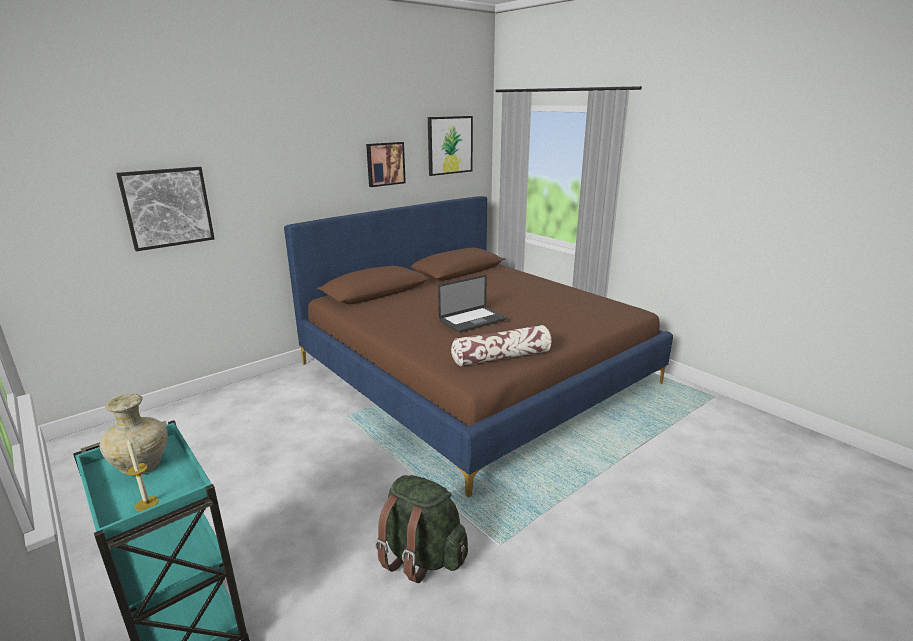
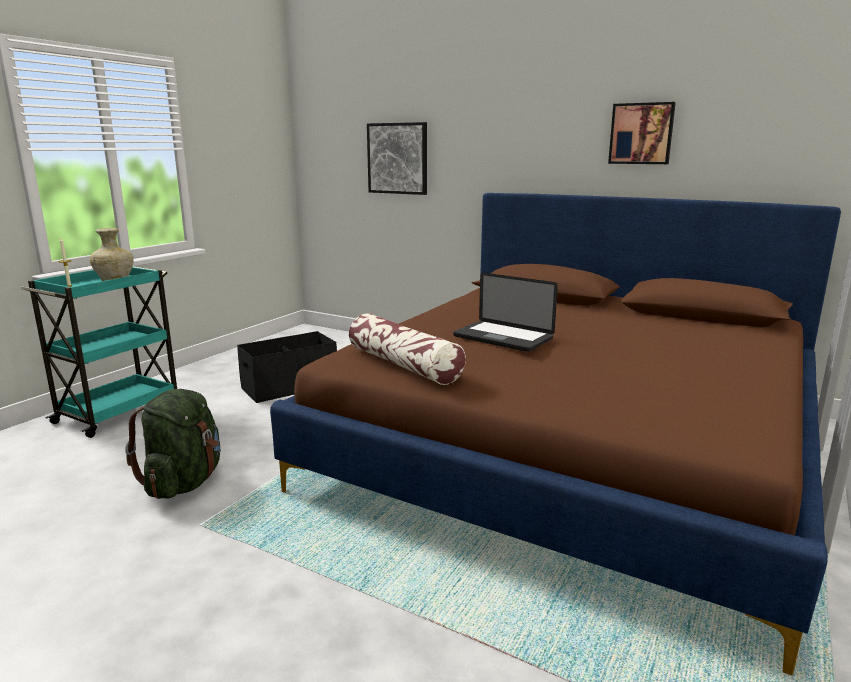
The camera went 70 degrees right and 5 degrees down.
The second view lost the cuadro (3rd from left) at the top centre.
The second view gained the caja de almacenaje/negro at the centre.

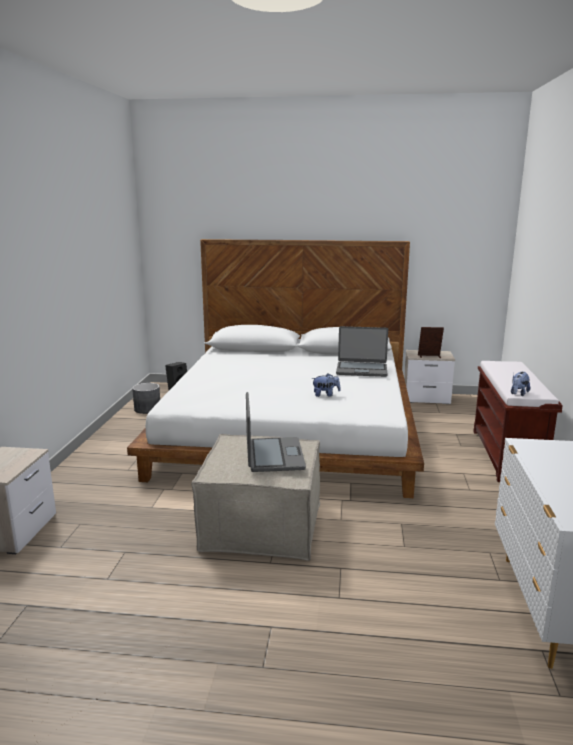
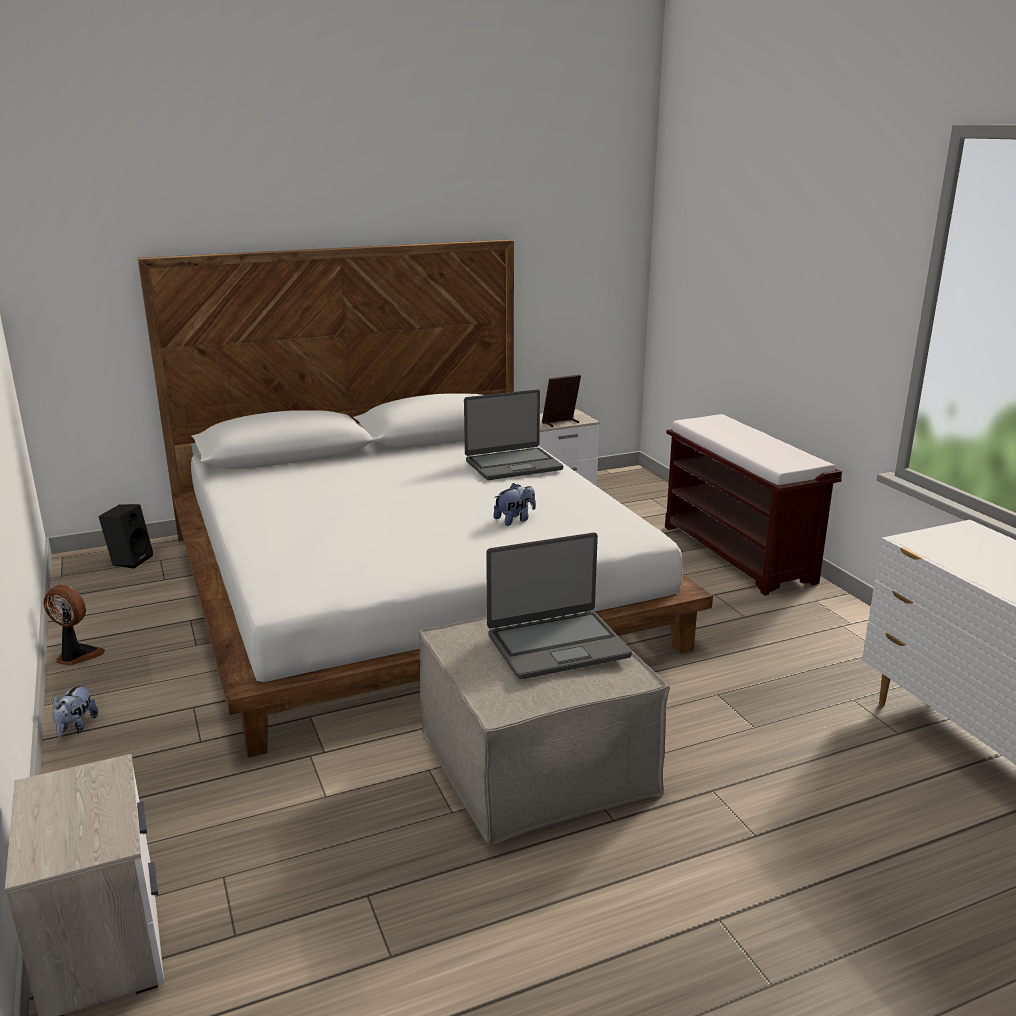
The camera went 30 degrees left and 5 degrees up.
The second view lost the maceta/gris at the middle left.
The portátil (1st from left in the first image) at the centre ended up facing another way, 105 degrees clockwise from before.
The peluche (2nd from left in the first image) ended up elsewhere, having gone from the middle right to the bottom left.
The second view gained the ventilador at the middle left.

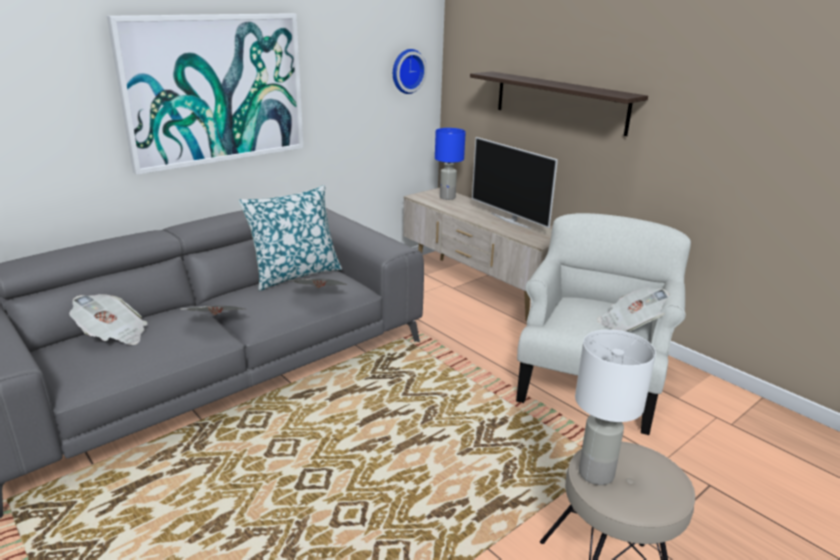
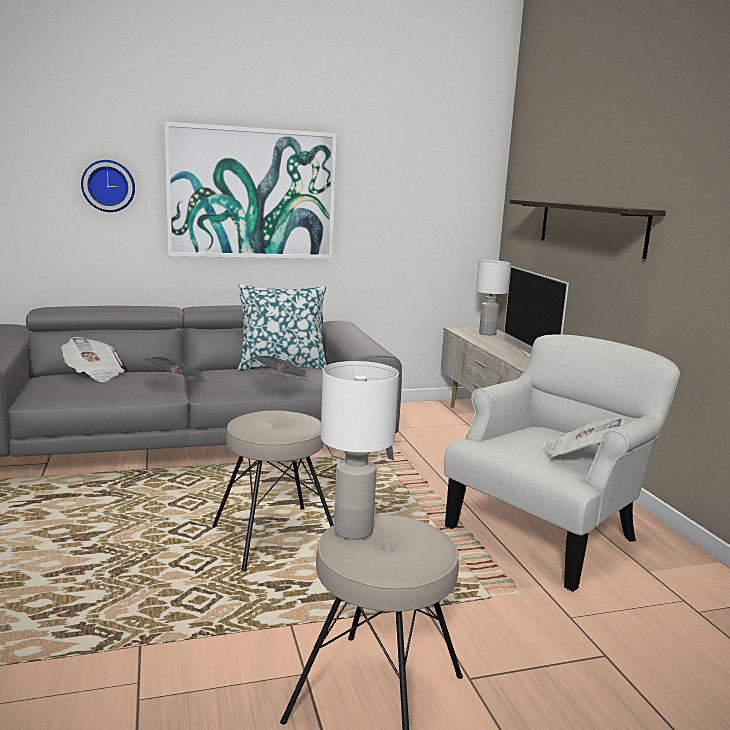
The camera went 25 degrees right and 10 degrees down.
The reloj de pared ended up elsewhere, having gone from the top centre to the top left.
What was the lámpara de mesa/azul at the top centre turned into the lámpara de mesa/blanco (2nd from left) at the middle right.
The second view gained the taburete/beis (1st from left) at the bottom centre.

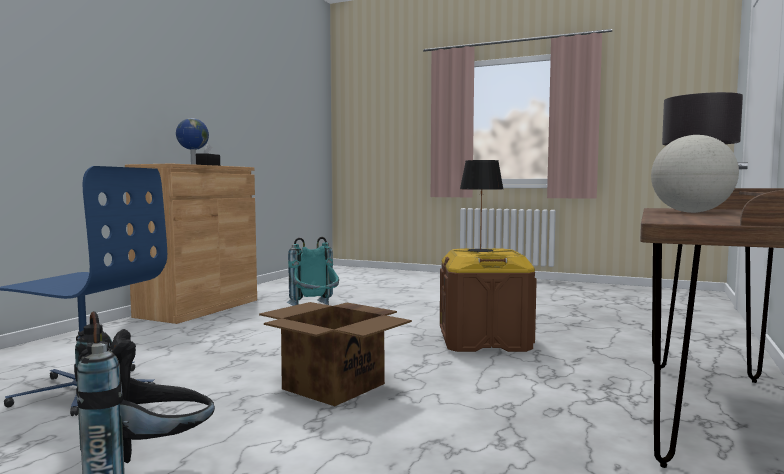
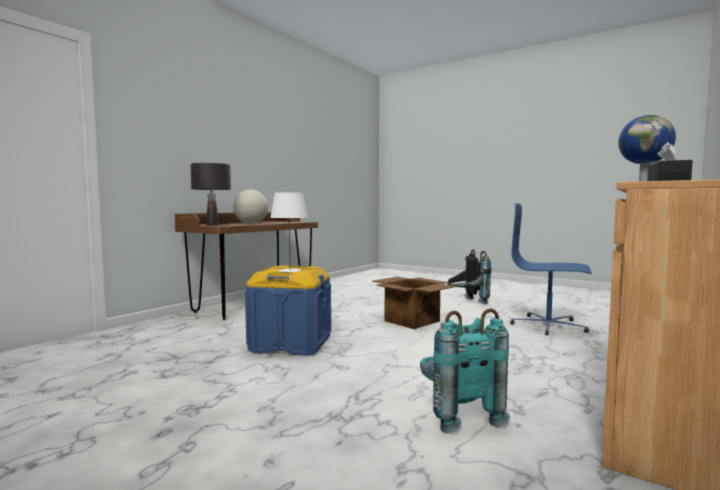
The camera went 170 degrees left and 0 degrees up.
What was the caja de almacenaje/marrón at the centre turned into the caja de almacenaje/azul at the centre.
What was the lámpara de mesa/negro (1st from left) at the centre turned into the lámpara de mesa/blanco at the centre.

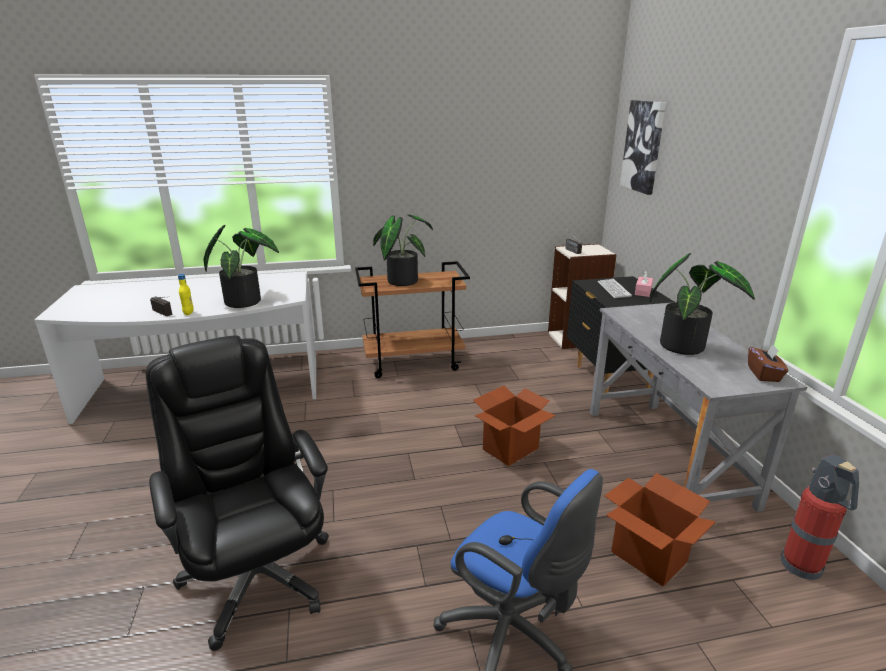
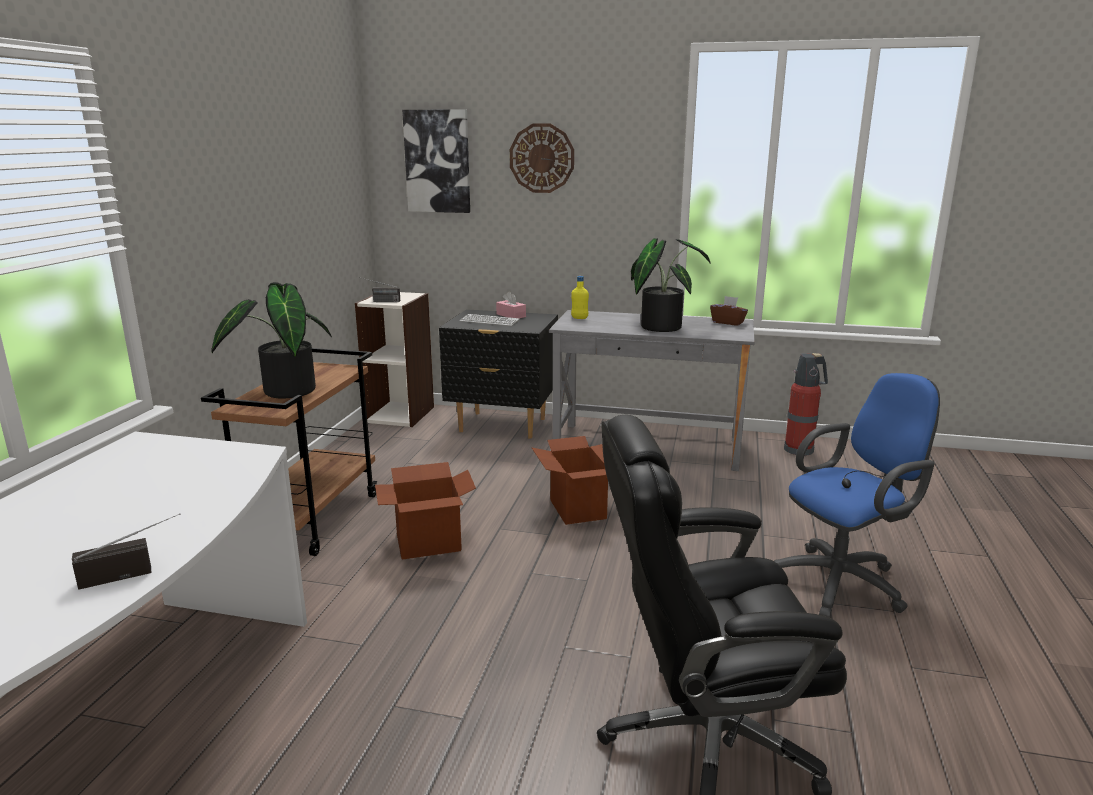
The camera went 65 degrees left and 5 degrees down.
The botella/amarillo ended up elsewhere, having gone from the middle left to the centre.
The second view lost the planta en maceta (1st from left) at the middle left.
The caja de cartón (2nd from left in the first image) ended up elsewhere, having gone from the bottom right to the centre.
The second view gained the reloj de pared at the top centre.

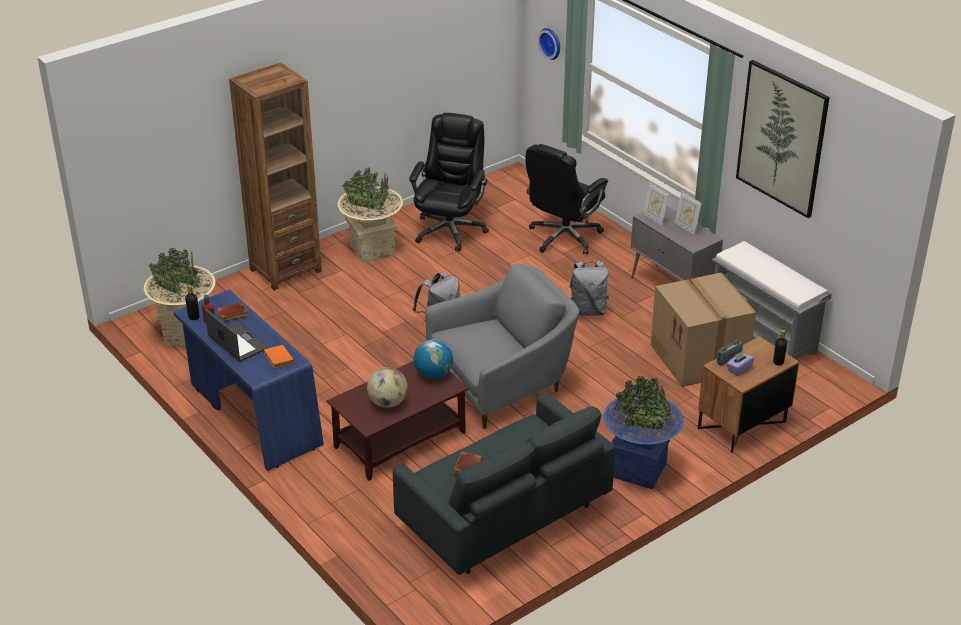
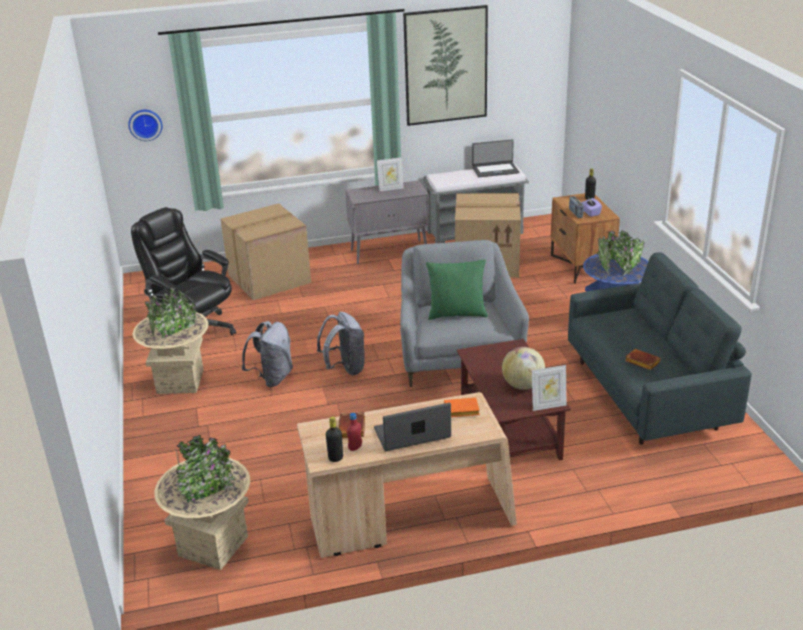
The camera went 65 degrees left and 5 degrees down.
What was the escritorio/azul at the middle left turned into the escritorio/beis at the bottom centre.
The second view lost the estantería/marrón at the top left.
The second view lost the globo terráqueo (2nd from left) at the centre.
Where the silla de oficina/negro (2nd from left) stood at the top centre, the caja de cartón (1st from left) came to stand at the middle left.
The mochila/gris (2nd from left in the first image) ended up elsewhere, having gone from the centre to the middle left.
The portarretratos (1st from left in the first image) ended up elsewhere, having gone from the top right to the middle right.
The second view gained the cojín/verde at the centre.
The second view gained the portátil (2nd from left) at the top centre.

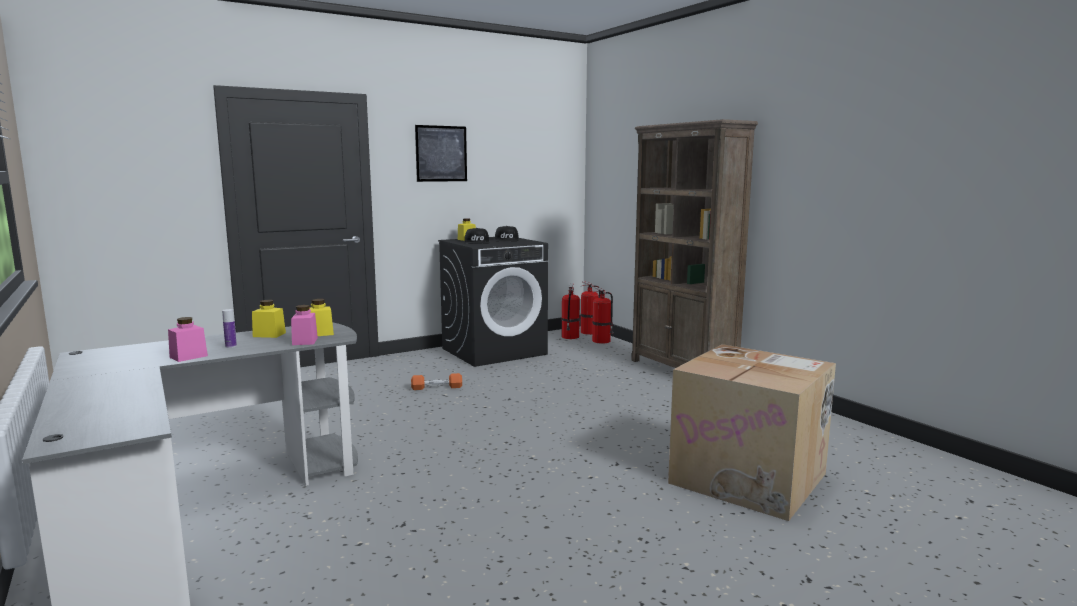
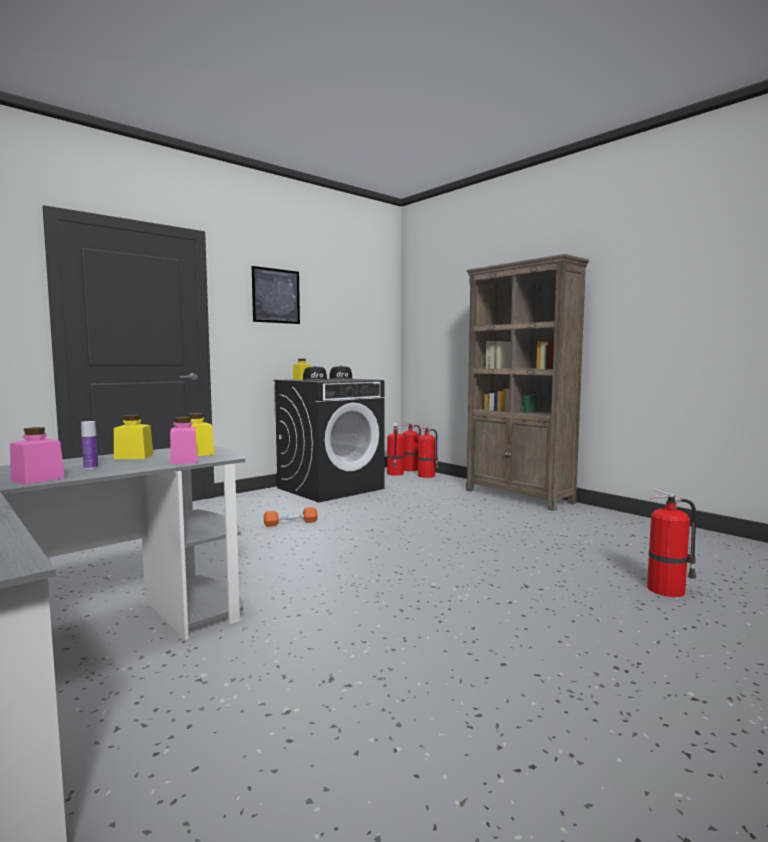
The camera went 10 degrees left and 5 degrees down.
Where the caja de cartón stood at the bottom right, the extintor (4th from left) came to stand at the middle right.

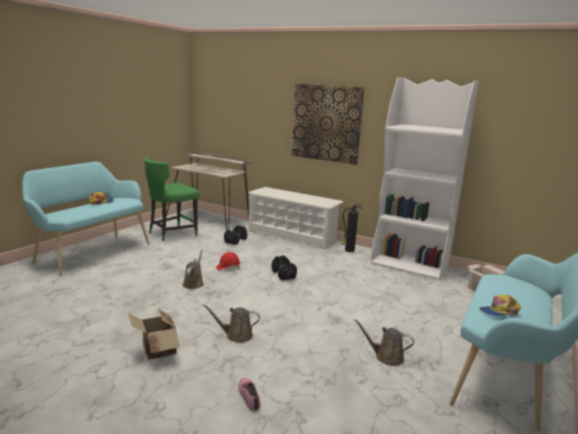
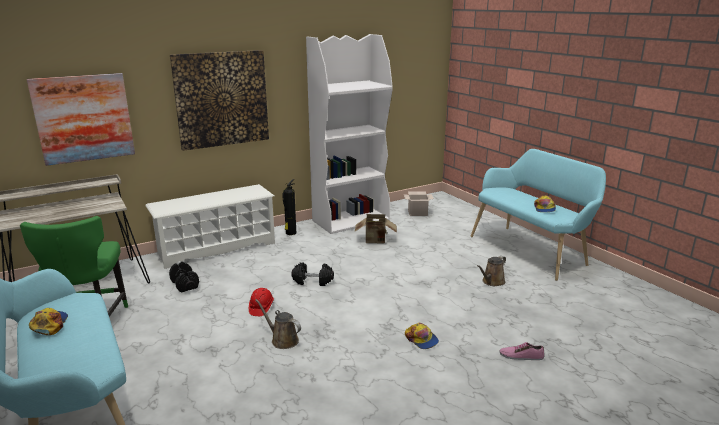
The camera went 60 degrees left and 5 degrees up.
The caja de cartón (1st from left) ended up elsewhere, having gone from the bottom left to the centre.
Where the regadera/marrón (2nd from left) stood at the bottom centre, the gorra (2nd from left) came to stand at the bottom centre.
The second view gained the cuadro (1st from left) at the top left.

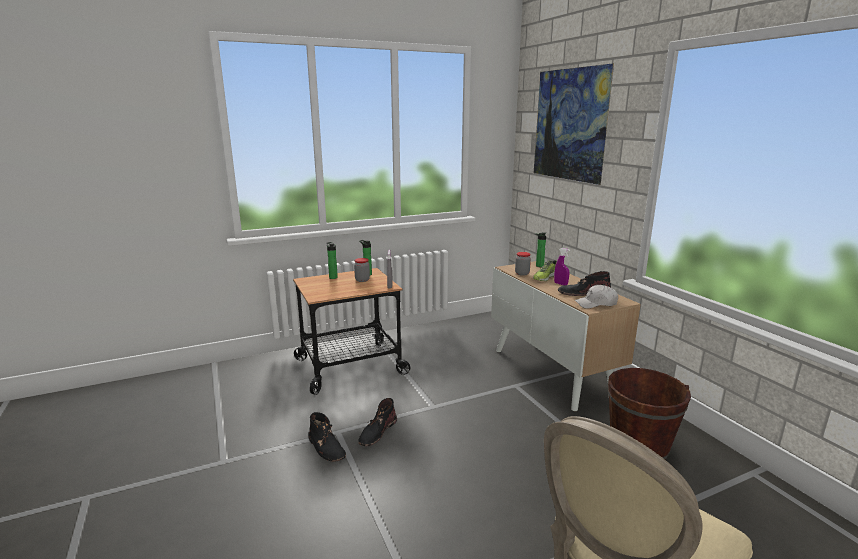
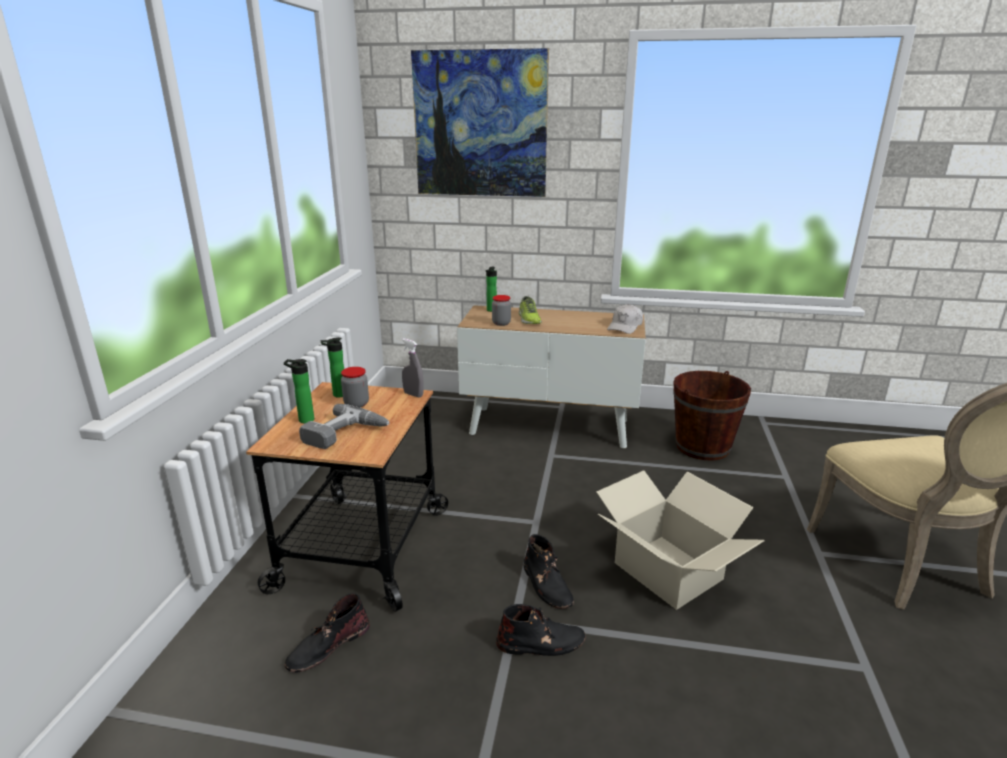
The camera went 55 degrees left and 5 degrees up.
The second view lost the pulverizador/morado at the centre.
The bota/negro (3rd from left in the first image) ended up elsewhere, having gone from the middle right to the bottom left.
The second view gained the taladro at the centre.
The second view gained the caja de cartón at the bottom right.

